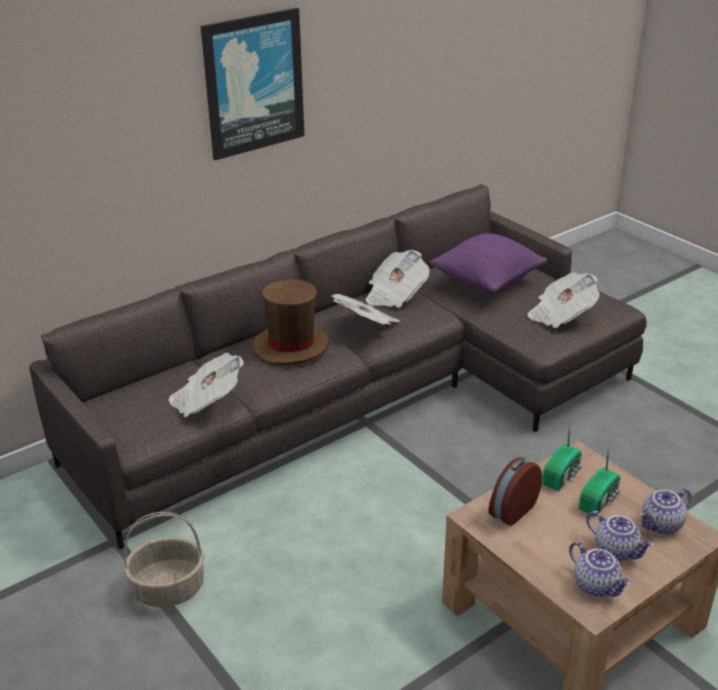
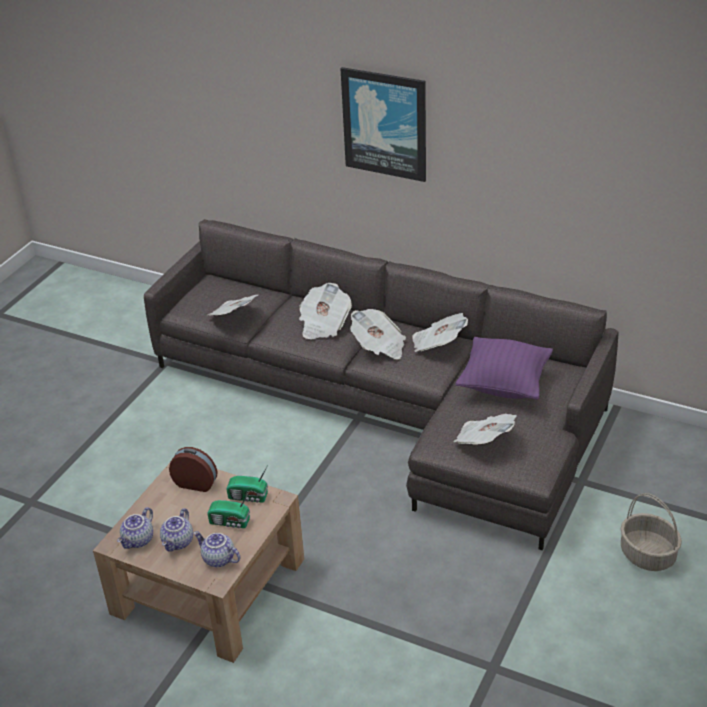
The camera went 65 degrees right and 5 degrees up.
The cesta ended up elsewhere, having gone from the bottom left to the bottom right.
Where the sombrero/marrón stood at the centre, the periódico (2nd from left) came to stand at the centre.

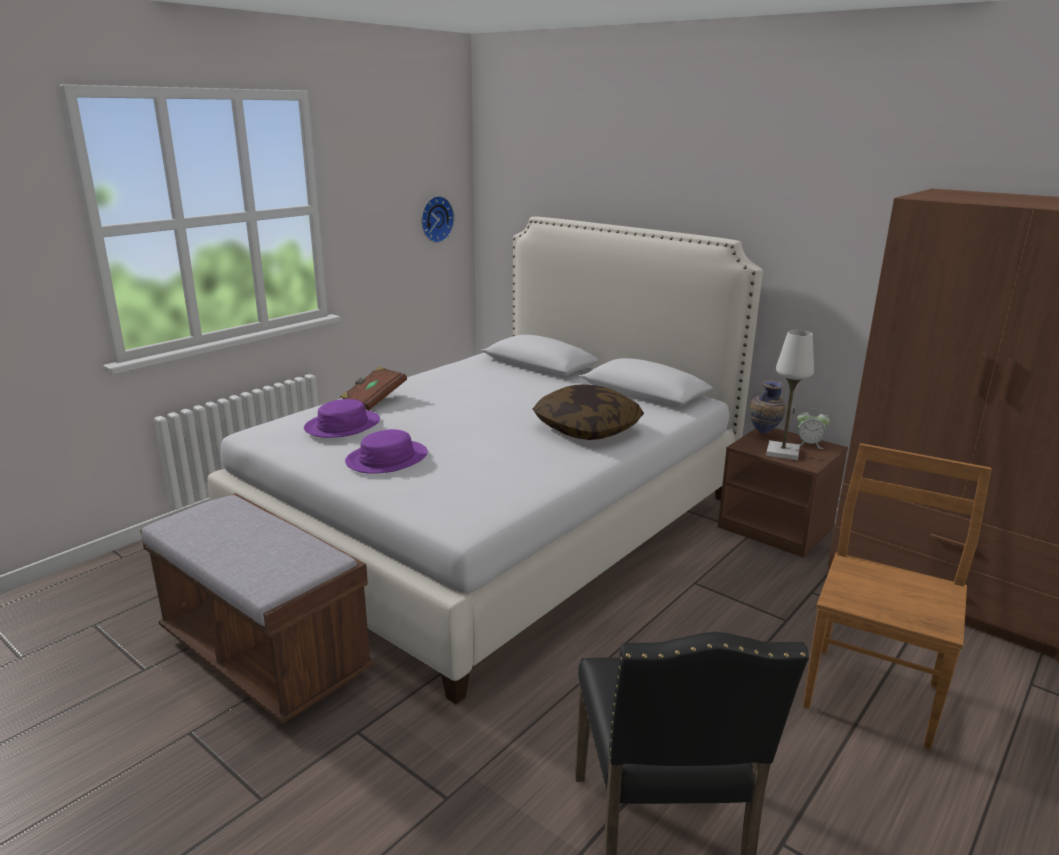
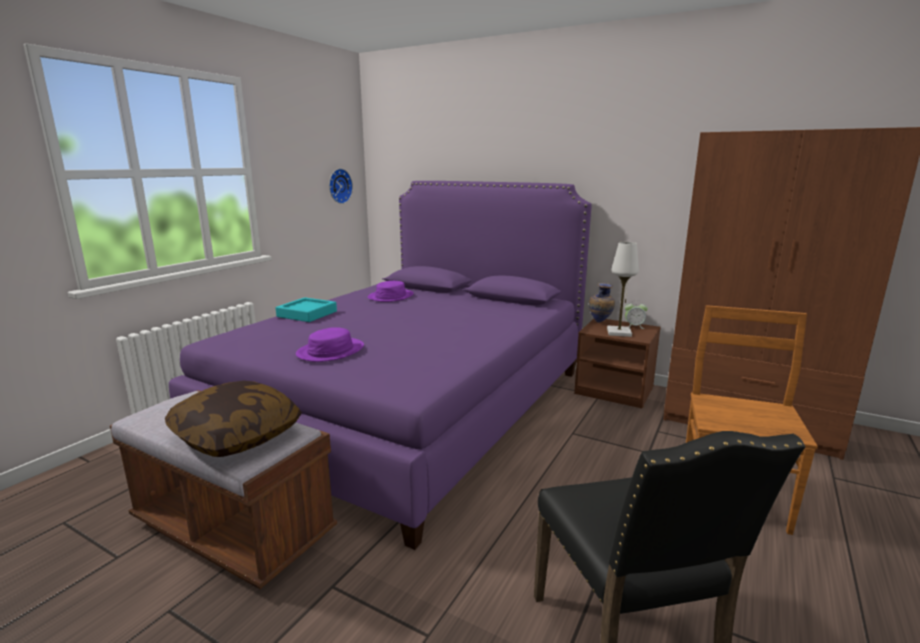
The camera went 10 degrees left and 5 degrees down.
What was the cama/blanco at the centre turned into the cama/morado at the centre.
The sombrero/morado (1st from left in the first image) ended up elsewhere, having gone from the middle left to the centre.
Where the libro/marrón stood at the centre, the bandeja/turquesa came to stand at the middle left.
The cojín ended up elsewhere, having gone from the centre to the middle left.

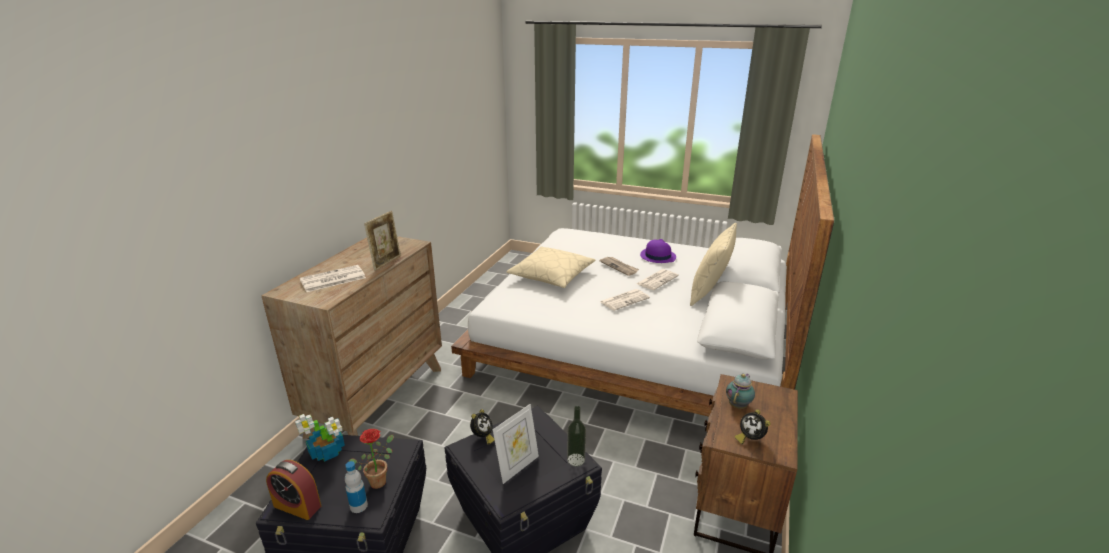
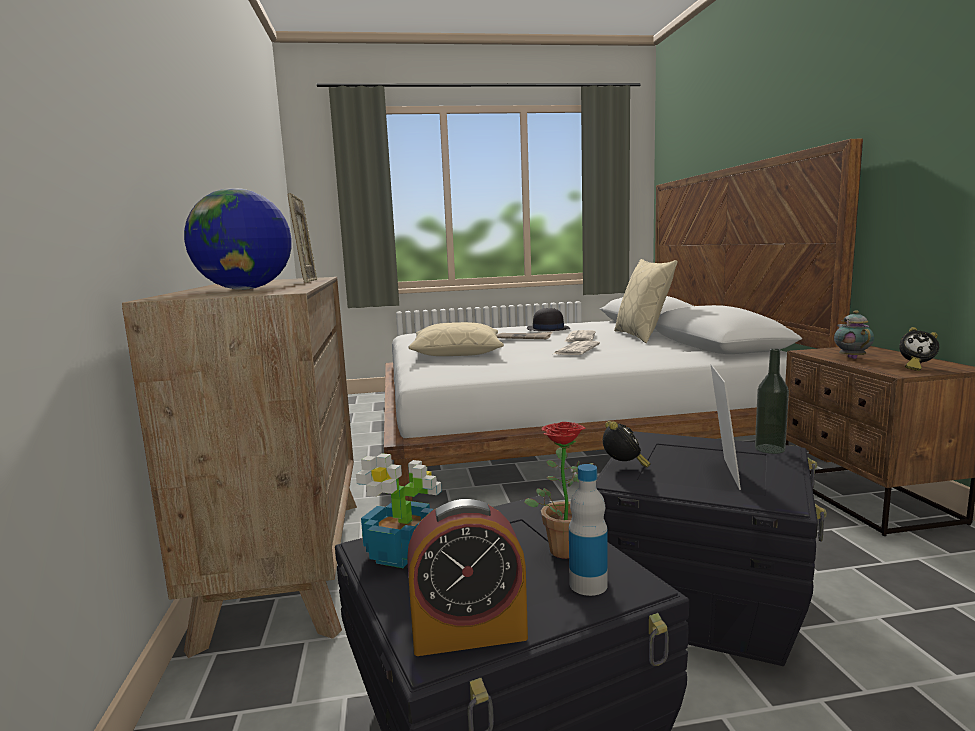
The camera went 30 degrees left and 15 degrees down.
Where the periódico (1st from left) stood at the middle left, the globo terráqueo came to stand at the top left.
What was the sombrero/morado at the centre turned into the sombrero/negro at the centre.

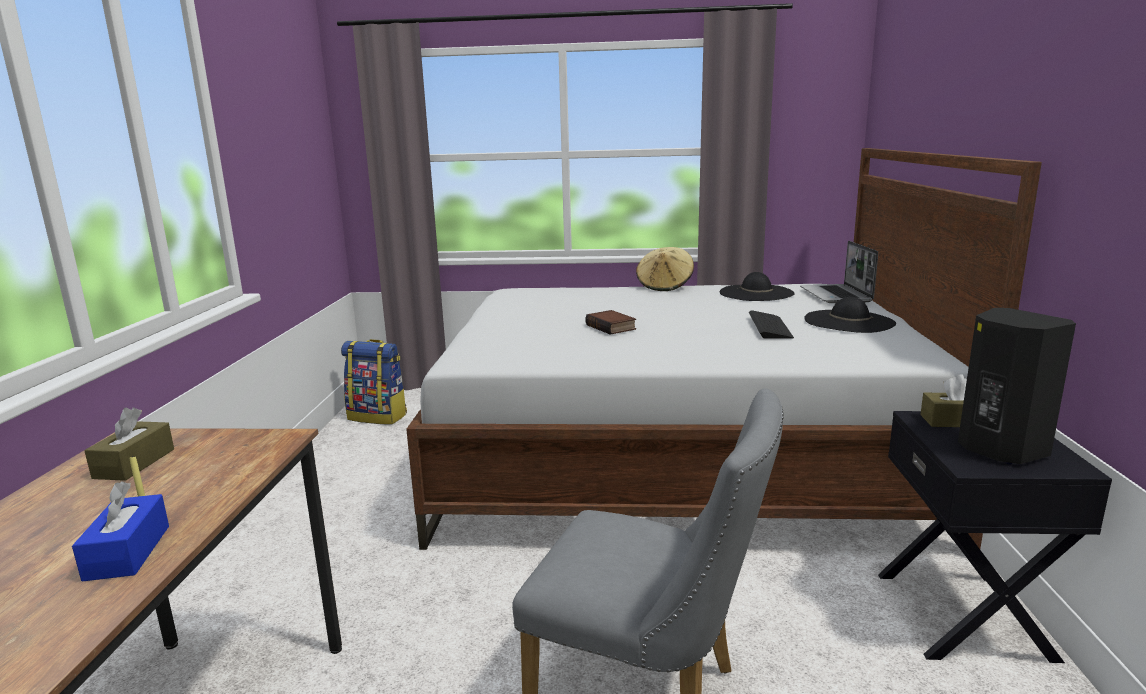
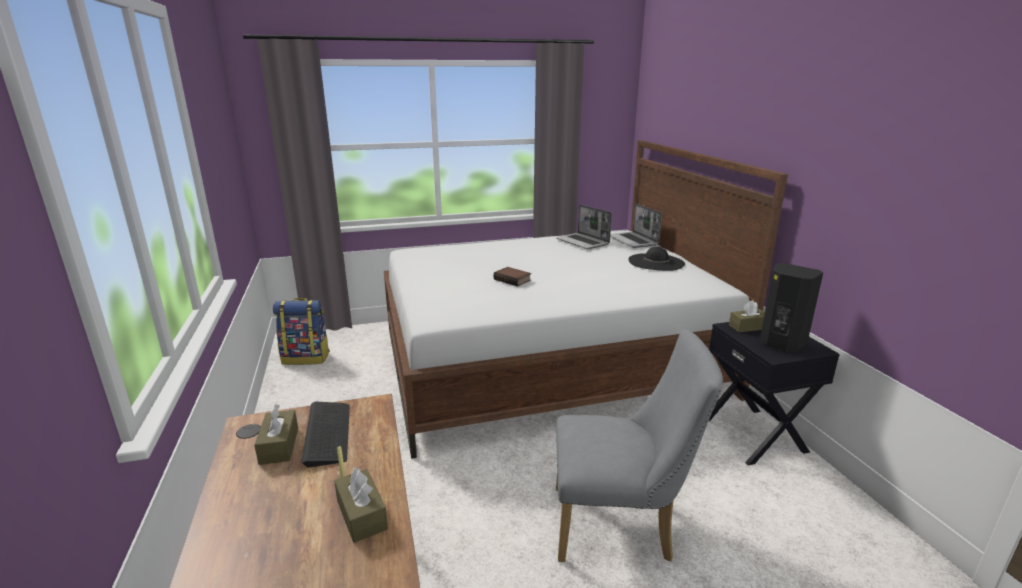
The camera went 20 degrees left and 5 degrees up.
What was the caja de pañuelos/azul at the bottom left turned into the caja de pañuelos/marrón (2nd from left) at the bottom centre.
The second view lost the sombrero/beis at the centre.
Where the sombrero/negro (1st from left) stood at the centre, the portátil (1st from left) came to stand at the centre.
The teclado ended up elsewhere, having gone from the middle right to the bottom left.

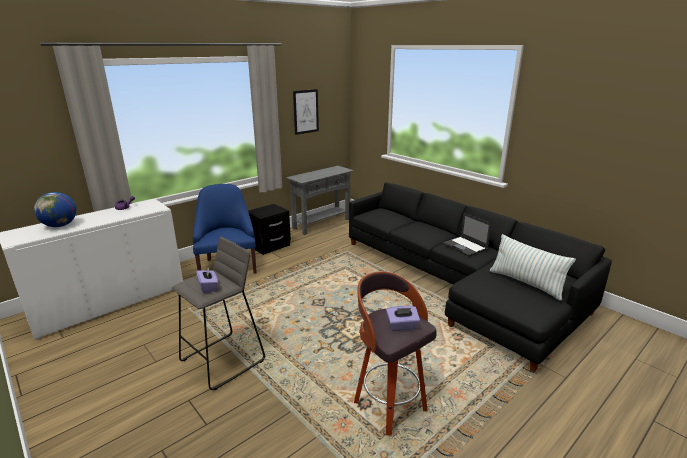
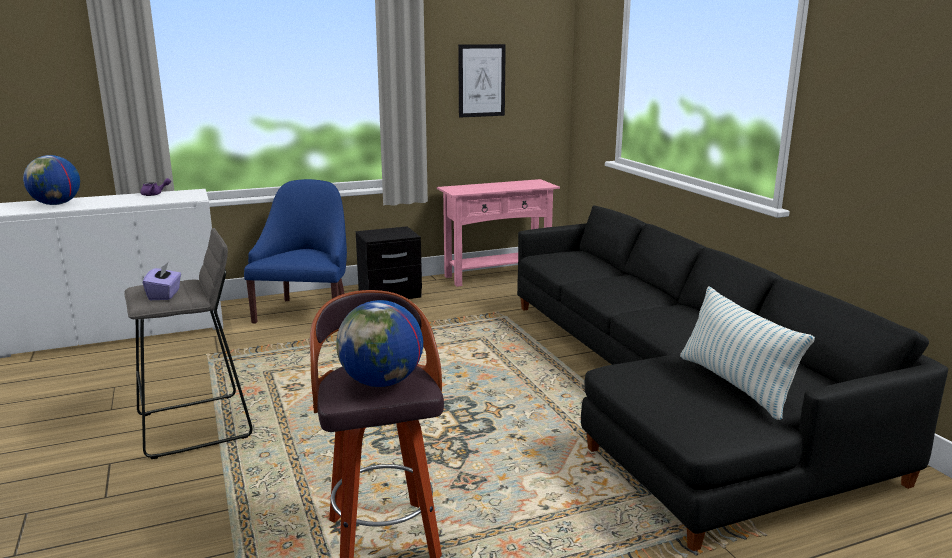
The camera went 20 degrees right and 5 degrees down.
What was the mesa consola/gris at the centre turned into the mesa consola/rosa at the centre.
Where the caja de pañuelos/morado (2nd from left) stood at the bottom centre, the globo terráqueo (2nd from left) came to stand at the centre.
The second view lost the portátil at the middle right.

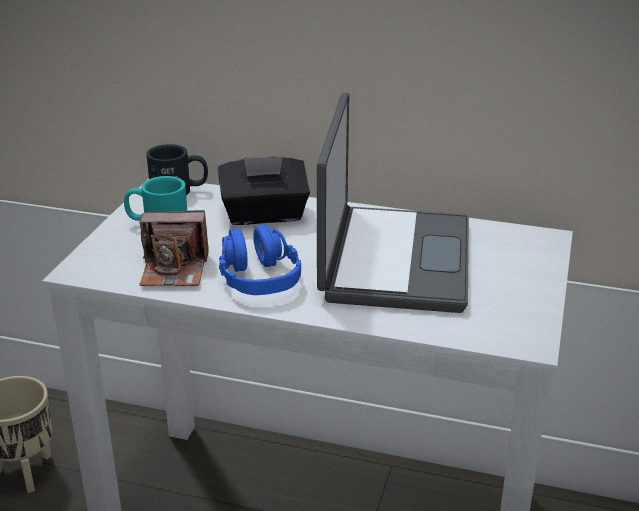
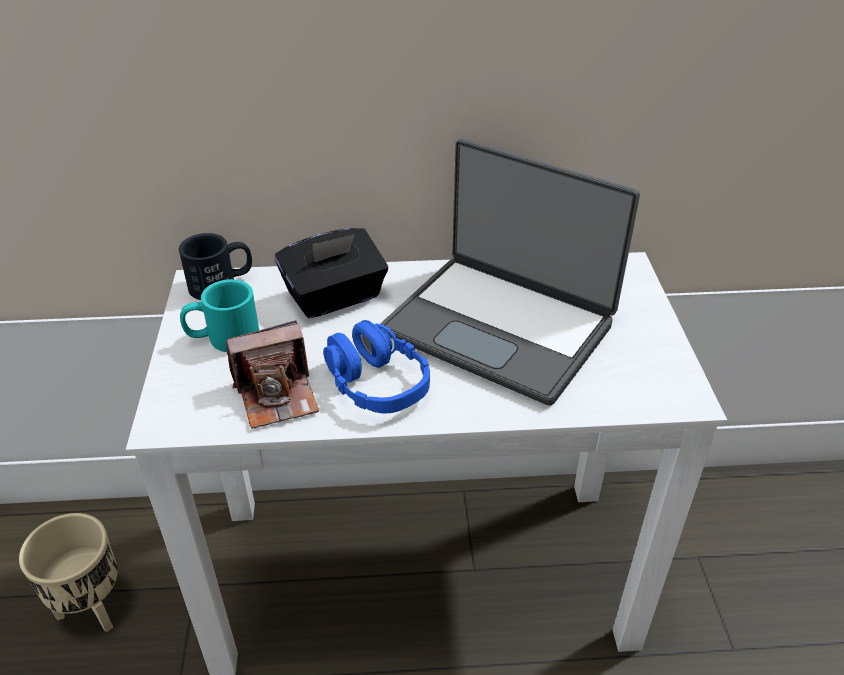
The camera went 20 degrees left and 10 degrees up.
The portátil at the centre ended up facing another way, 135 degrees clockwise from before.

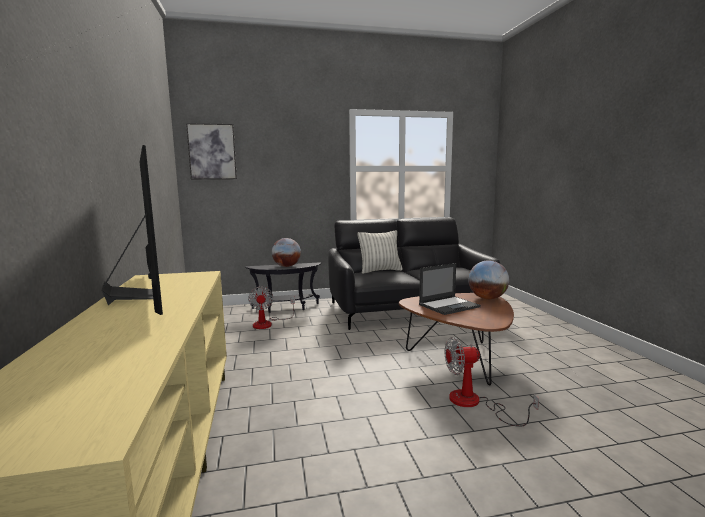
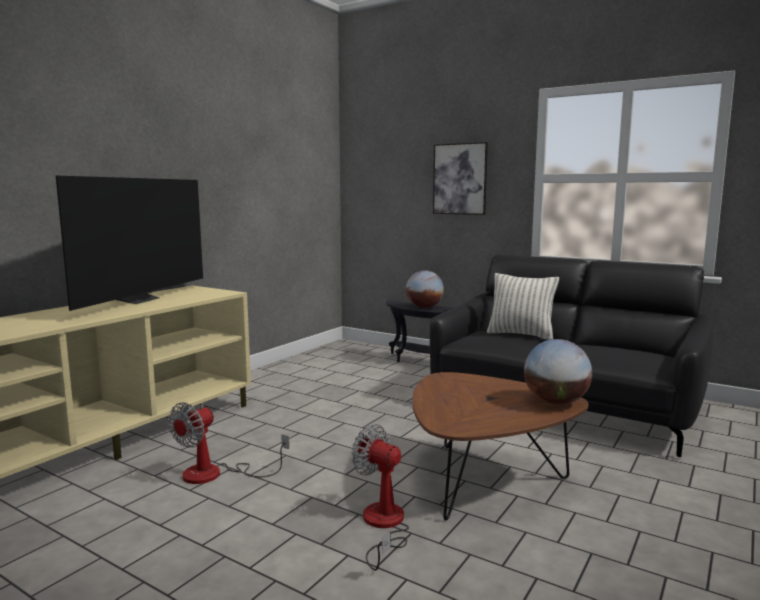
The camera went 45 degrees right and 0 degrees up.
The cuadro ended up elsewhere, having gone from the top left to the top centre.
The ventilador (1st from left) ended up elsewhere, having gone from the centre to the bottom left.
The second view lost the portátil at the centre.

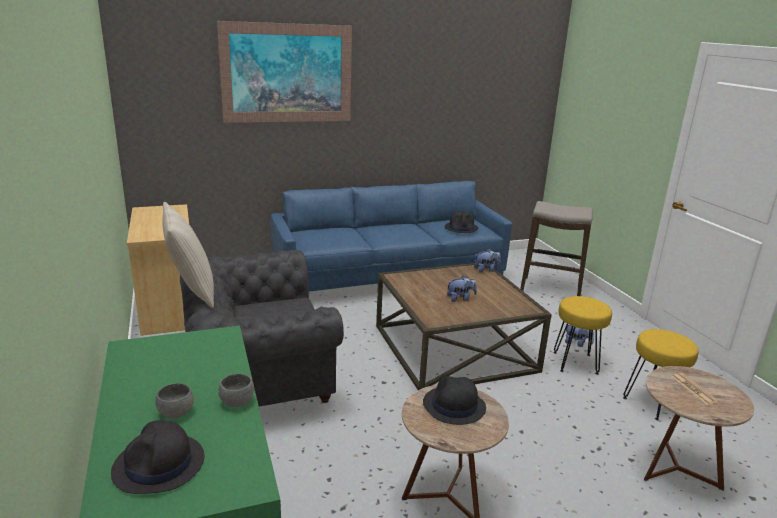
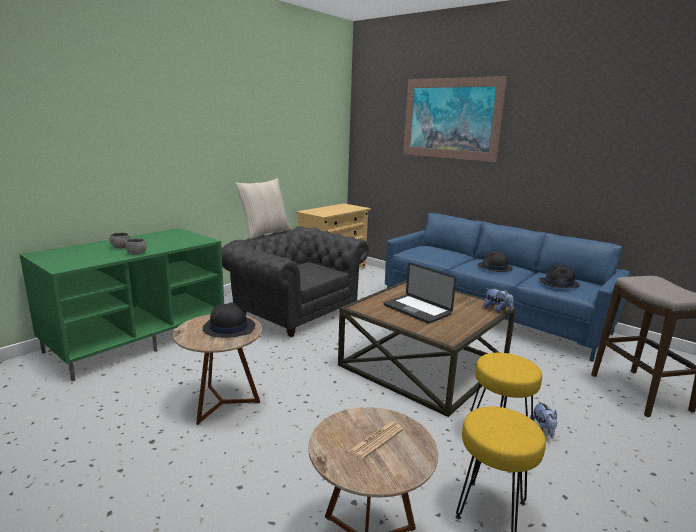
The camera went 60 degrees right and 5 degrees down.
The sombrero/negro (1st from left in the first image) ended up elsewhere, having gone from the bottom left to the middle right.
Where the peluche (1st from left) stood at the centre, the portátil came to stand at the centre.

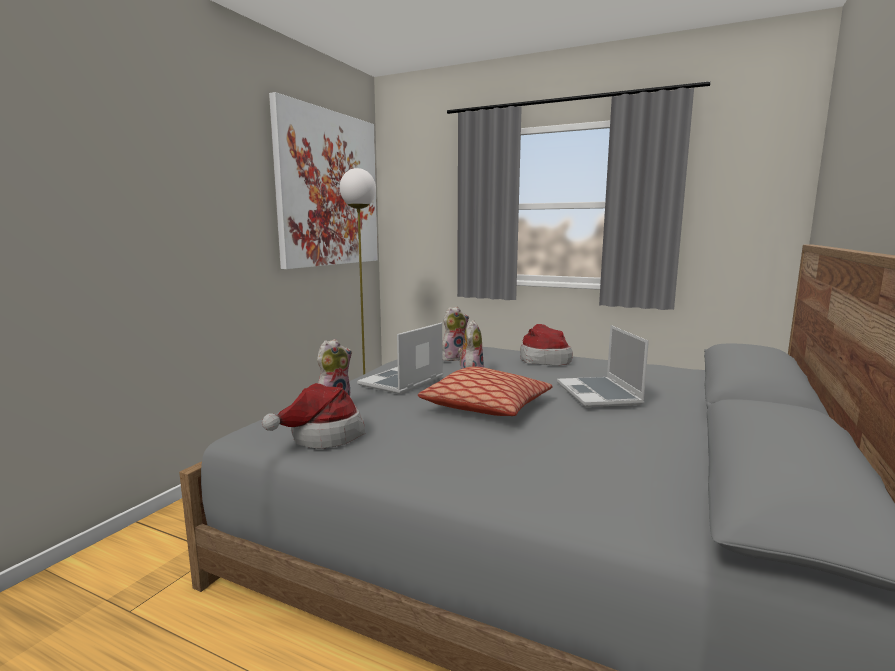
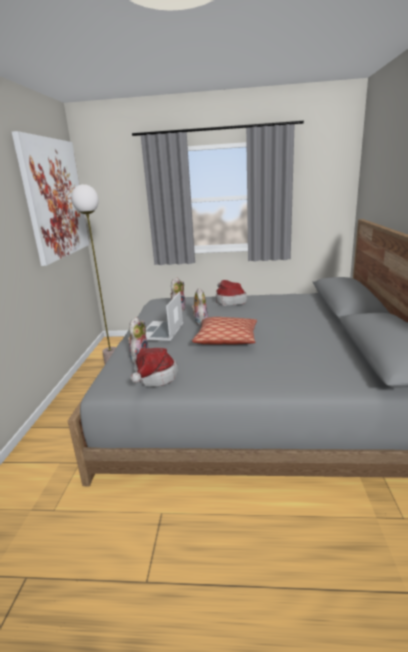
The camera went 20 degrees left and 10 degrees up.
The second view lost the portátil (2nd from left) at the middle right.

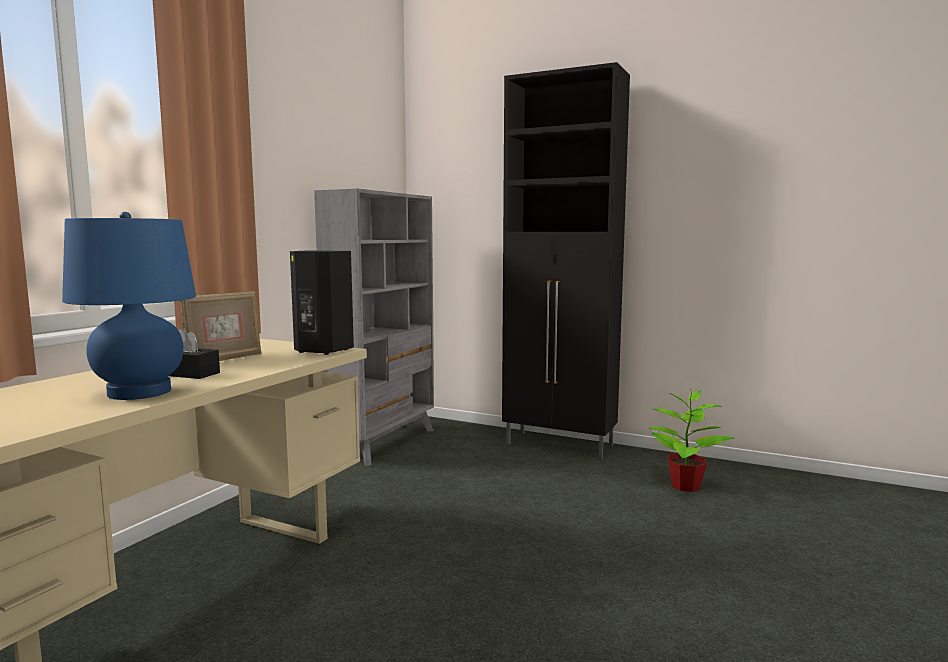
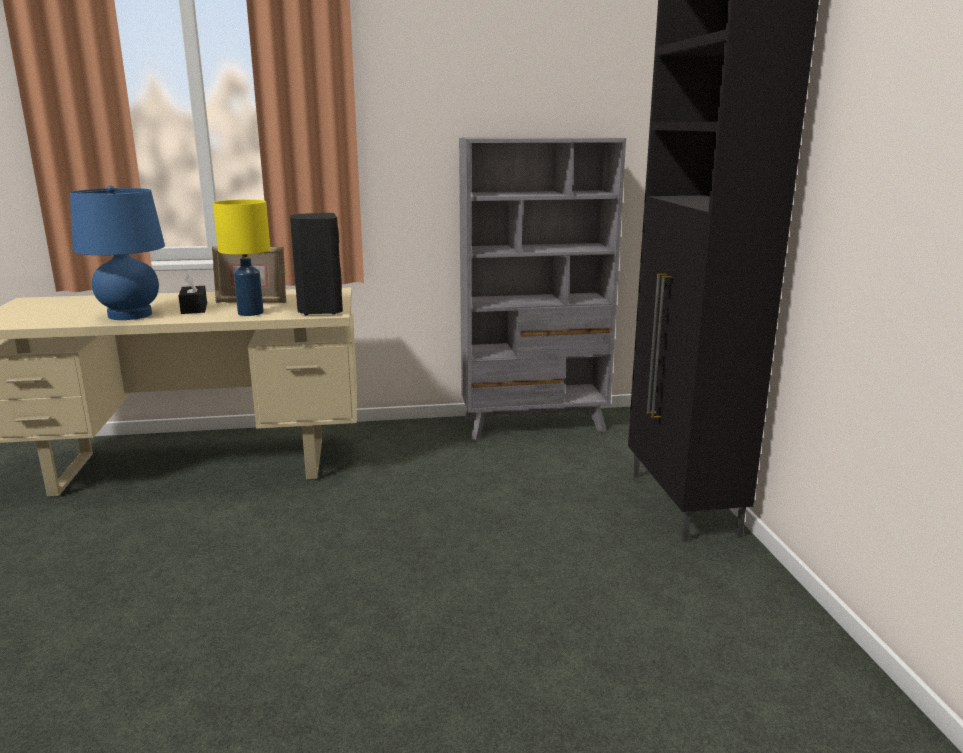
The camera went 55 degrees right and 10 degrees up.
The second view lost the planta en maceta at the middle right.
The second view gained the lámpara de mesa/amarillo at the middle left.

